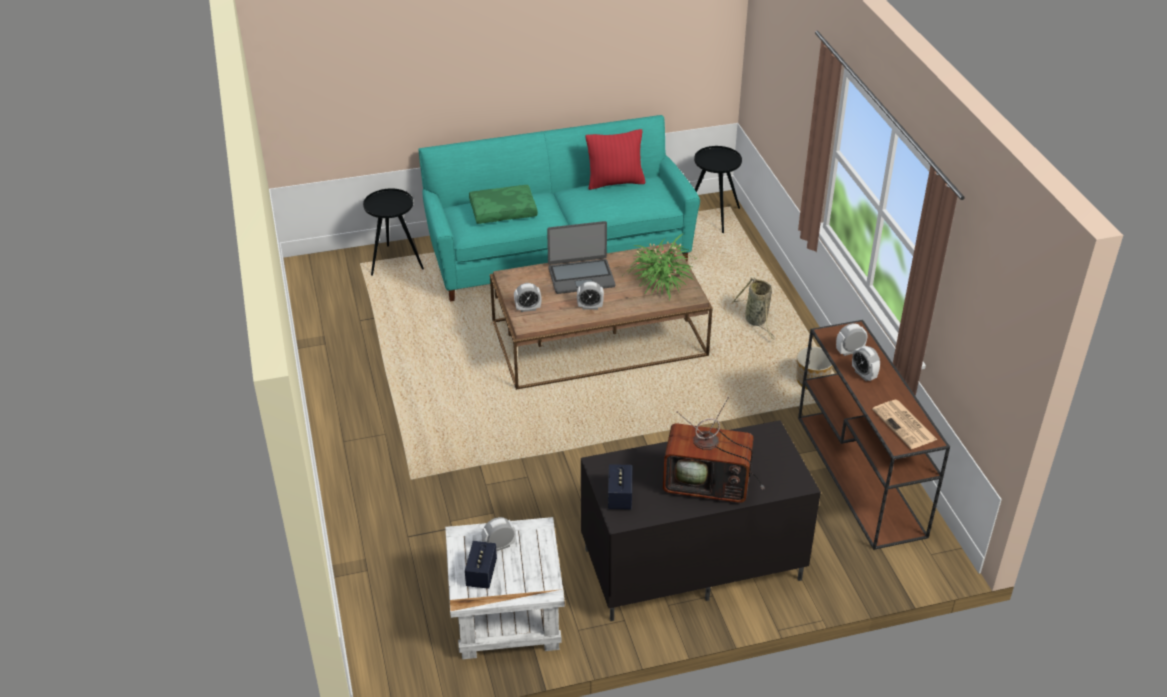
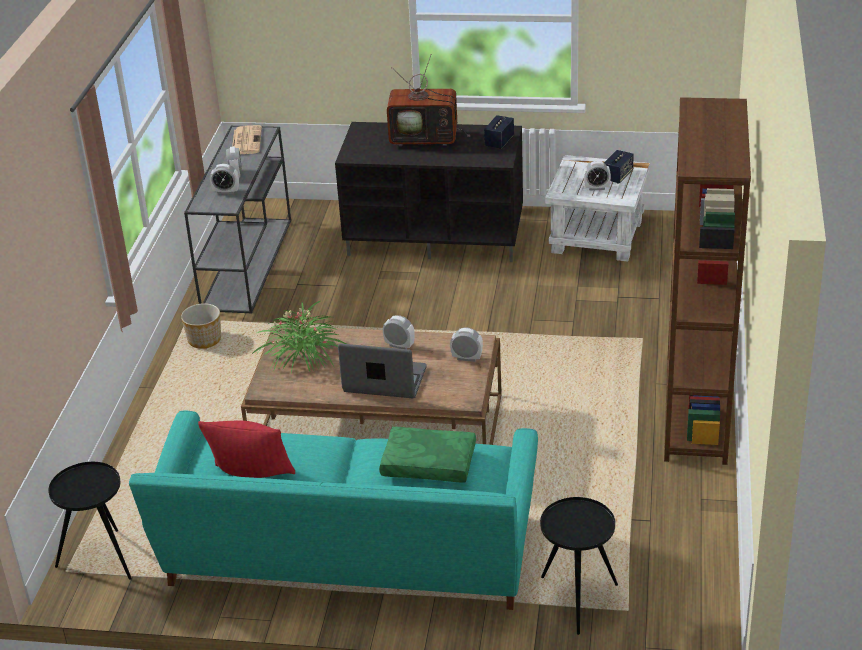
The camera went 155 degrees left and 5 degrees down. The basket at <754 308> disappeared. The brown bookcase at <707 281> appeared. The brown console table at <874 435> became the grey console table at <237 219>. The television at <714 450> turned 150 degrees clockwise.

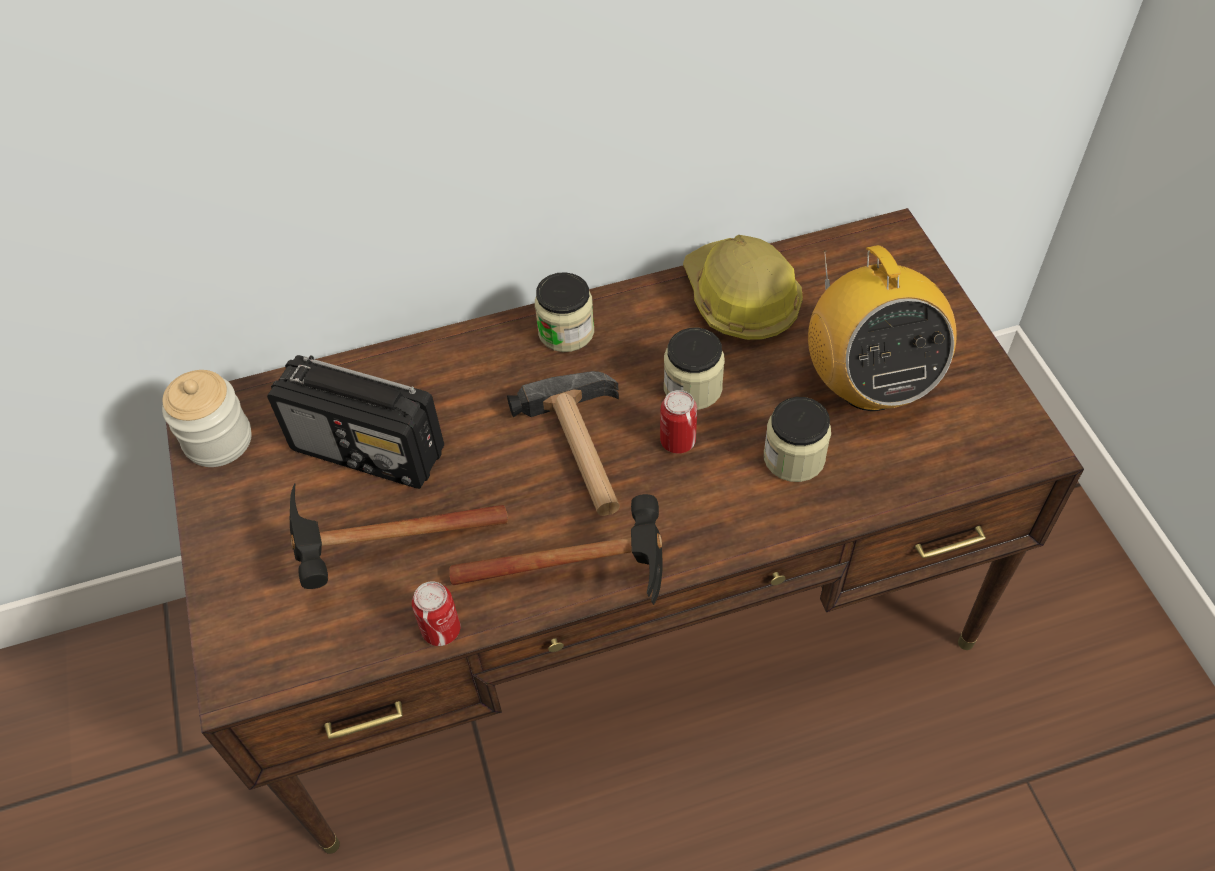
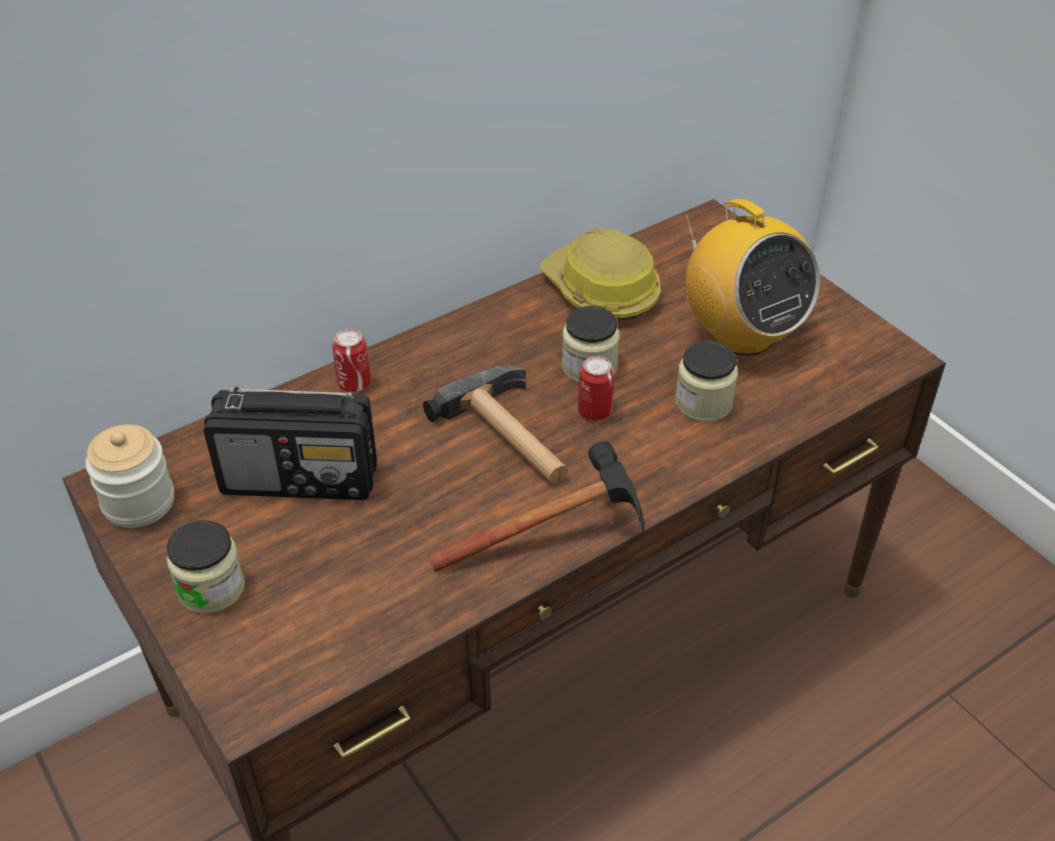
The camera went 20 degrees left and 10 degrees down. The hammer at <399 536> disappeared. The can moved from <436 613> to <351 360>. The jar moved from <564 312> to <205 567>.

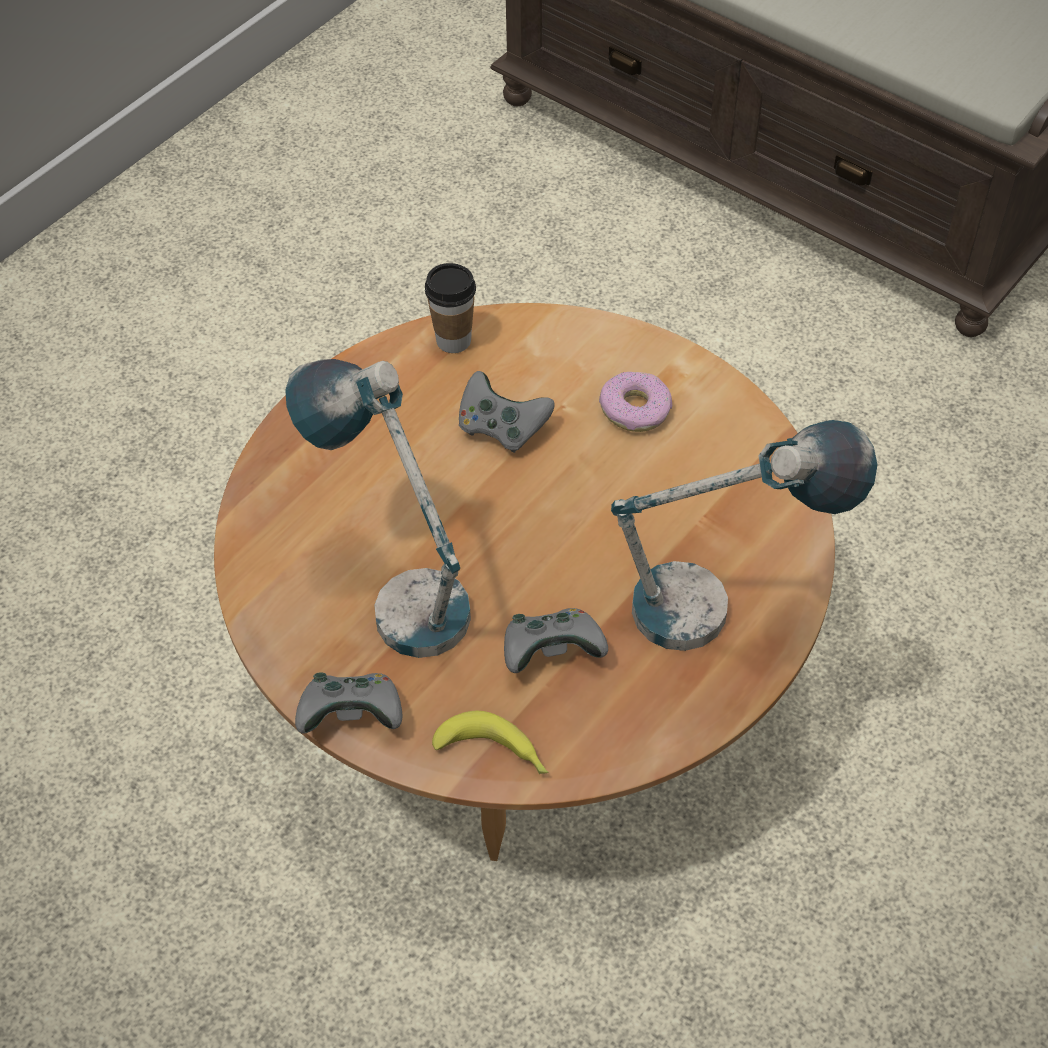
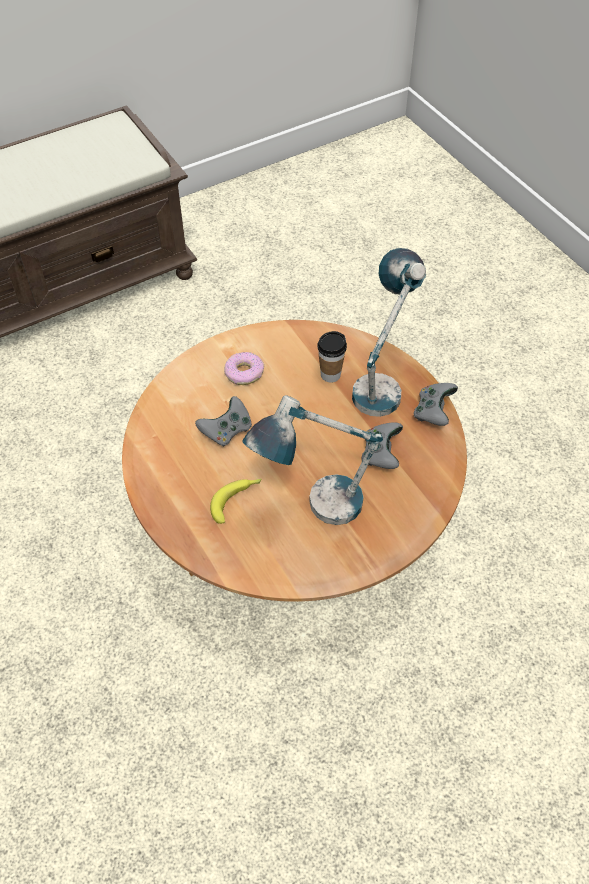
The camera went 70 degrees left and 0 degrees up. The grey game controller moved from <349 703> to <436 404>. The cup moved from <450 308> to <332 357>. The banana moved from <490 742> to <235 501>.

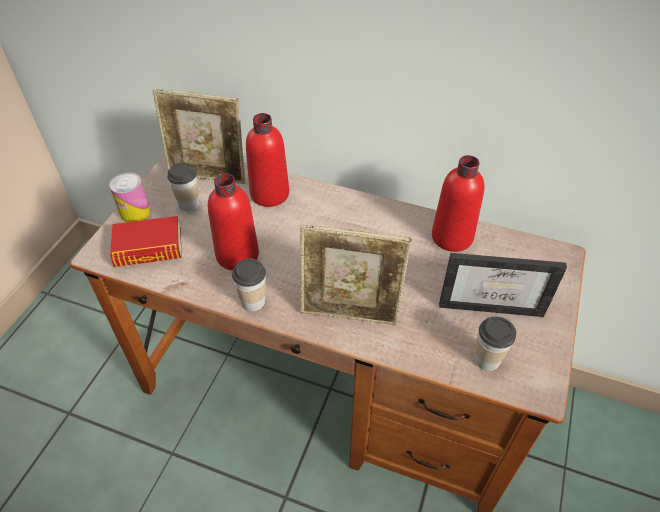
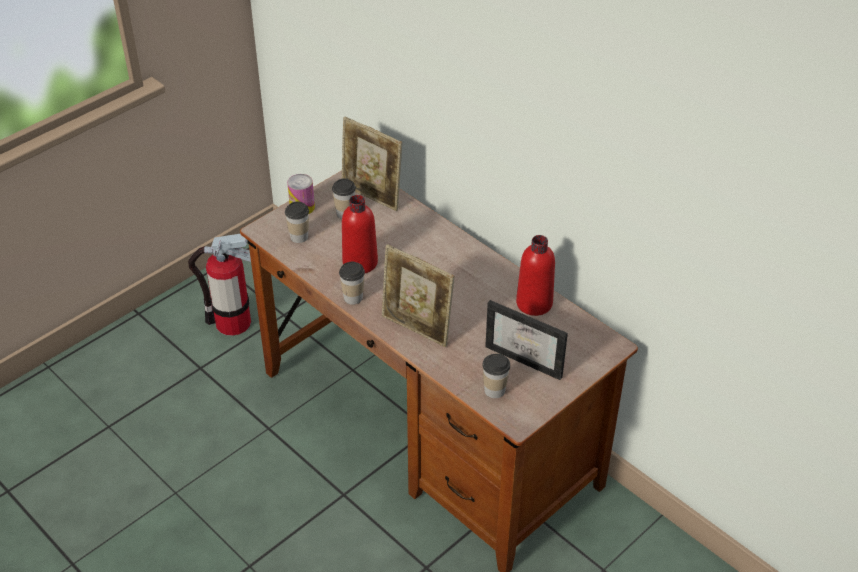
The camera went 25 degrees right and 5 degrees down. The red bottle at <267 160> disappeared. The fire extinguisher at <219 285> appeared. The book at <146 241> was replaced by the cup at <297 222>.

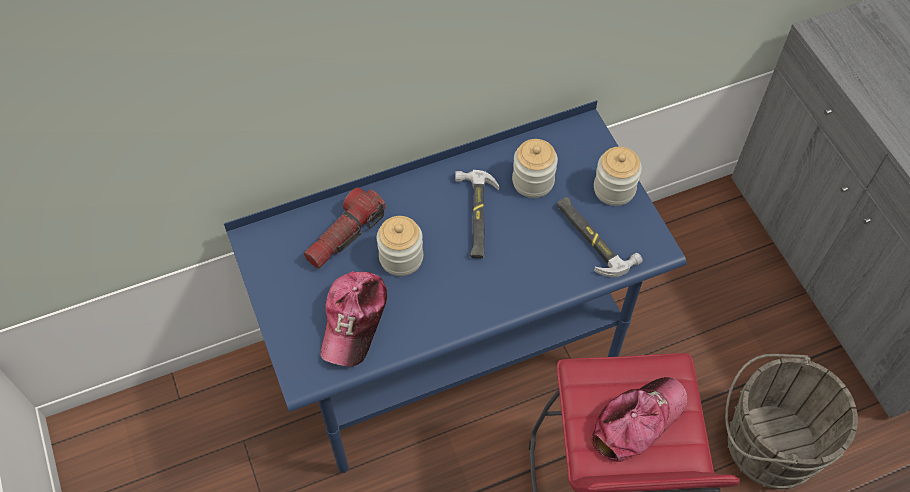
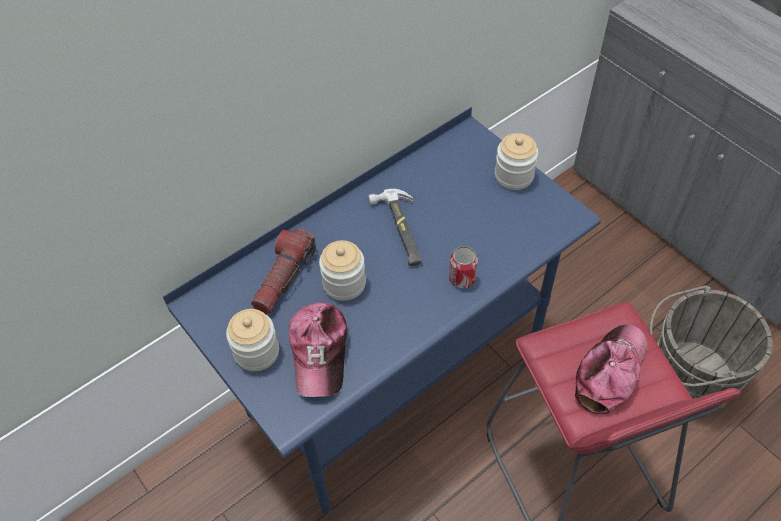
The camera went 15 degrees left and 5 degrees down. The hammer at <600 237> disappeared. The can at <463 267> appeared. The jar moved from <535 168> to <252 340>.

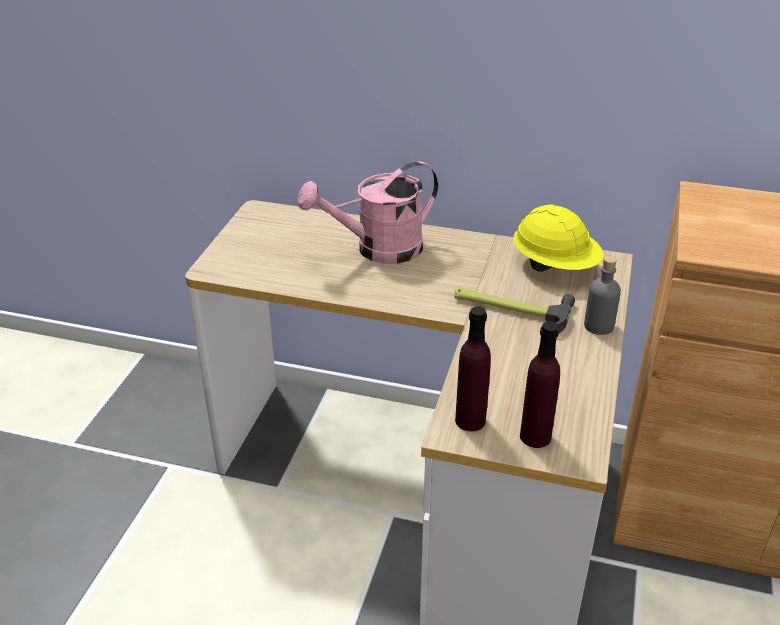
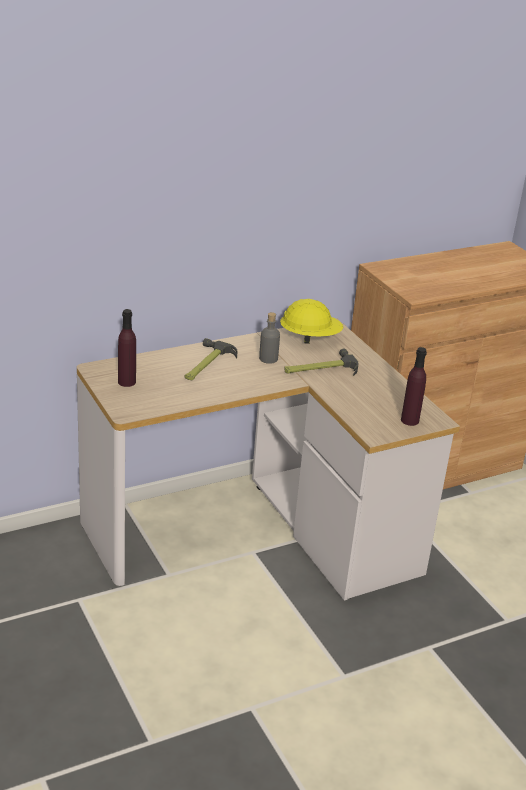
The camera went 45 degrees left and 5 degrees down. The purple bottle moved from <473 368> to <127 348>. The grey bottle moved from <602 295> to <269 338>. The pink watering can at <368 213> was replaced by the hammer at <211 359>.

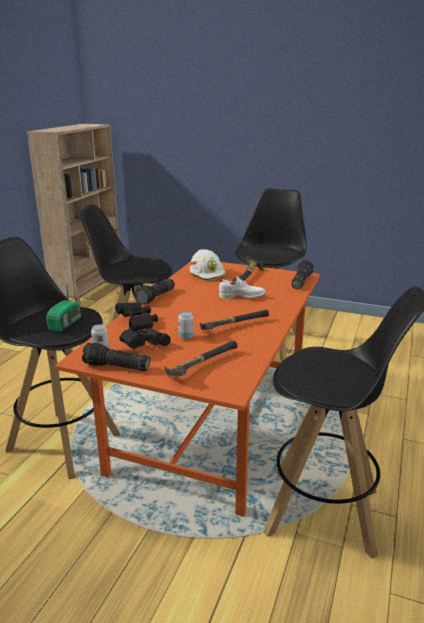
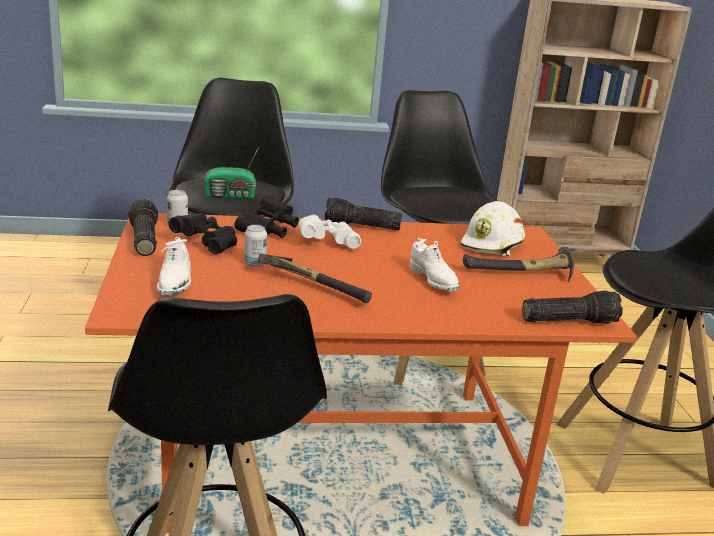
The camera went 60 degrees right and 0 degrees up. The white binoculars at <330 232> appeared. The hammer at <201 358> was replaced by the white shoe at <174 266>.

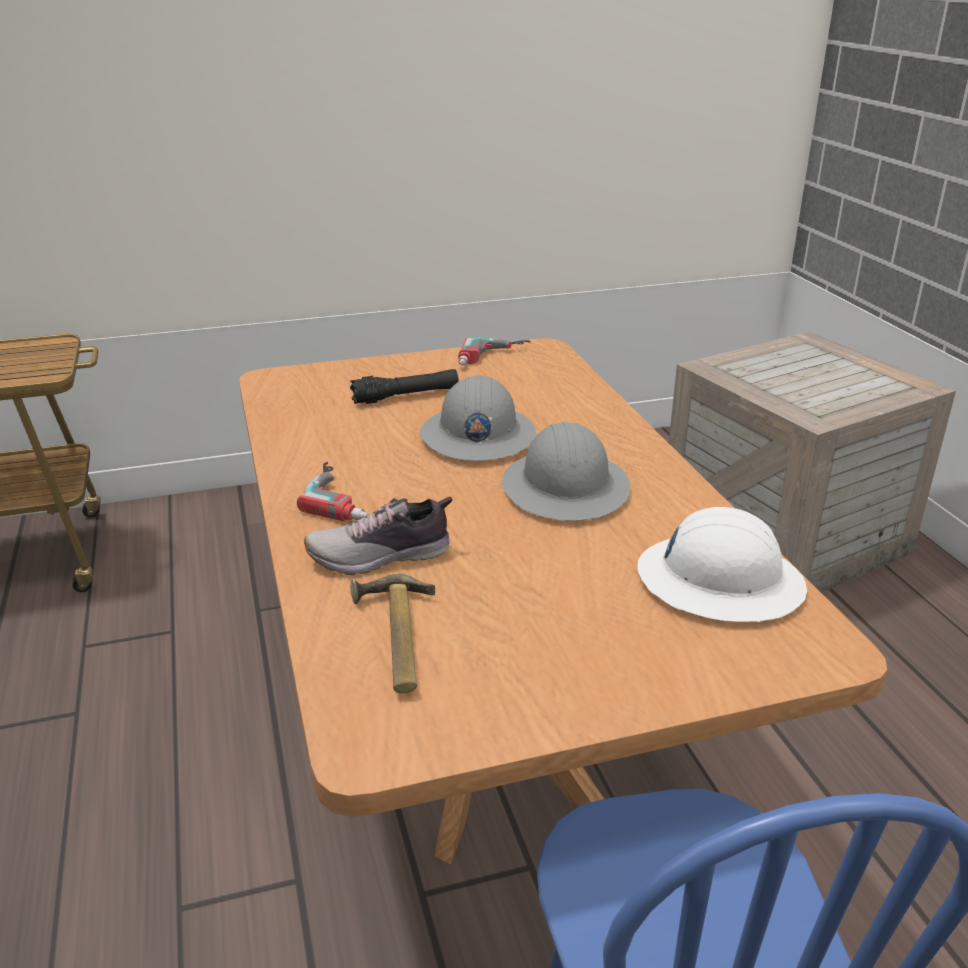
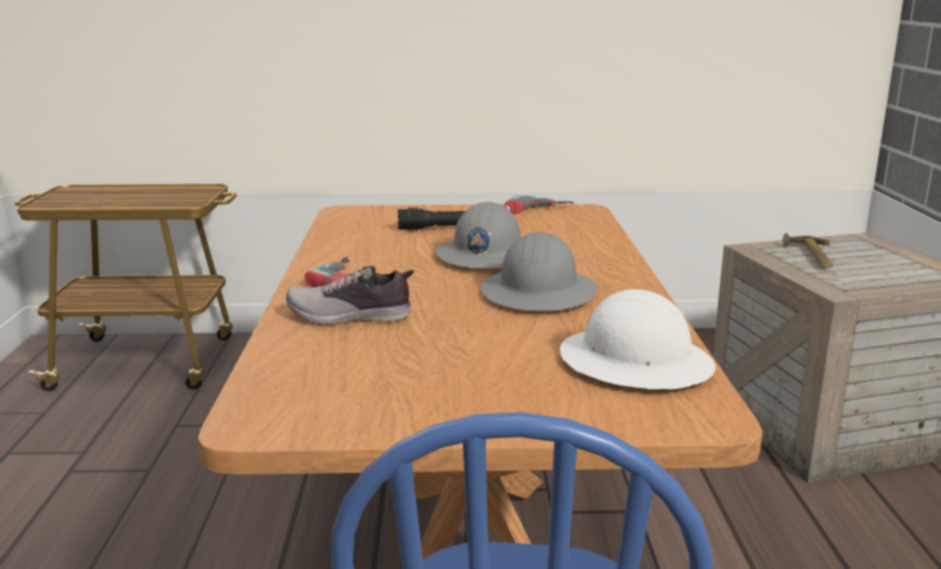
The camera went 15 degrees right and 10 degrees down. The hammer moved from <392 633> to <807 250>.

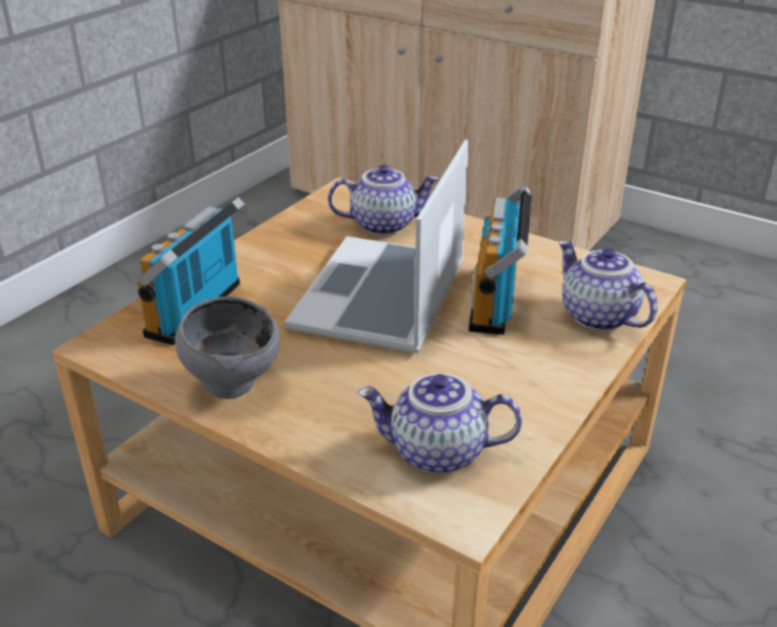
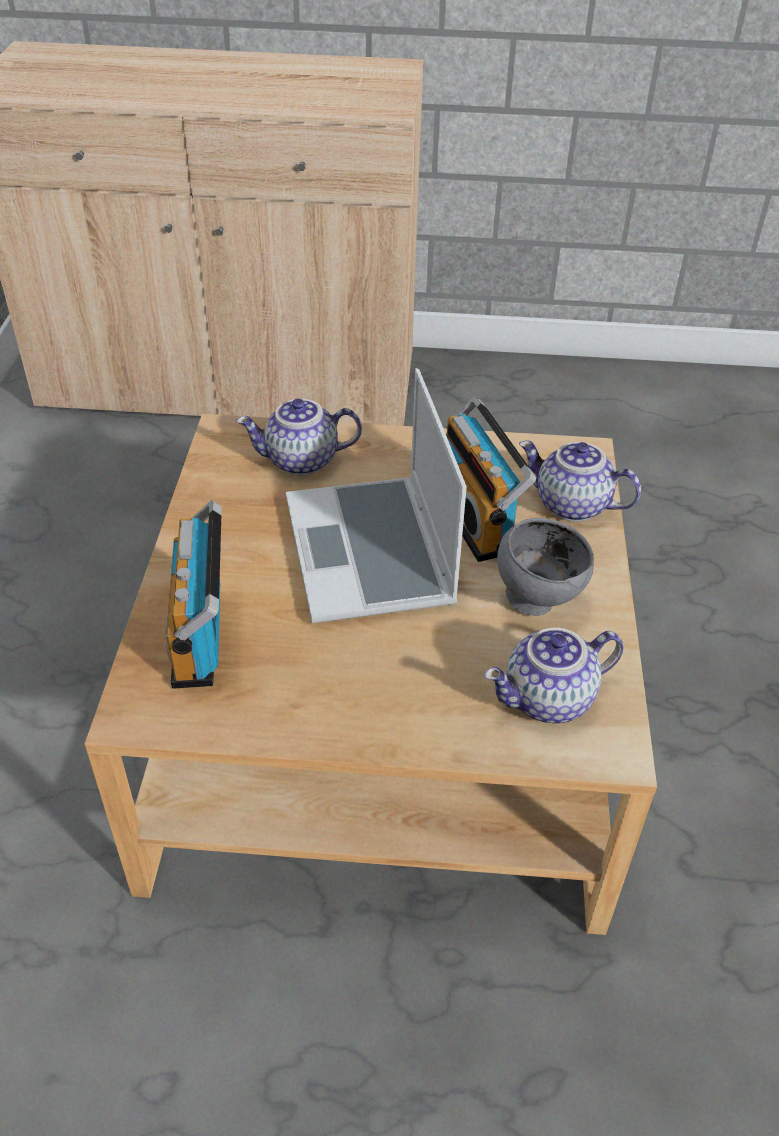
The camera went 30 degrees left and 10 degrees up. The grey bowl moved from <227 347> to <545 567>. The teapot at <383 199> turned 150 degrees counterclockwise.

